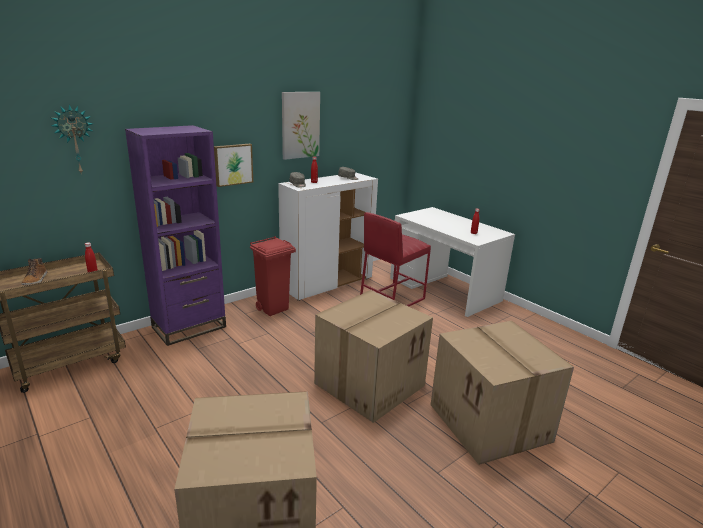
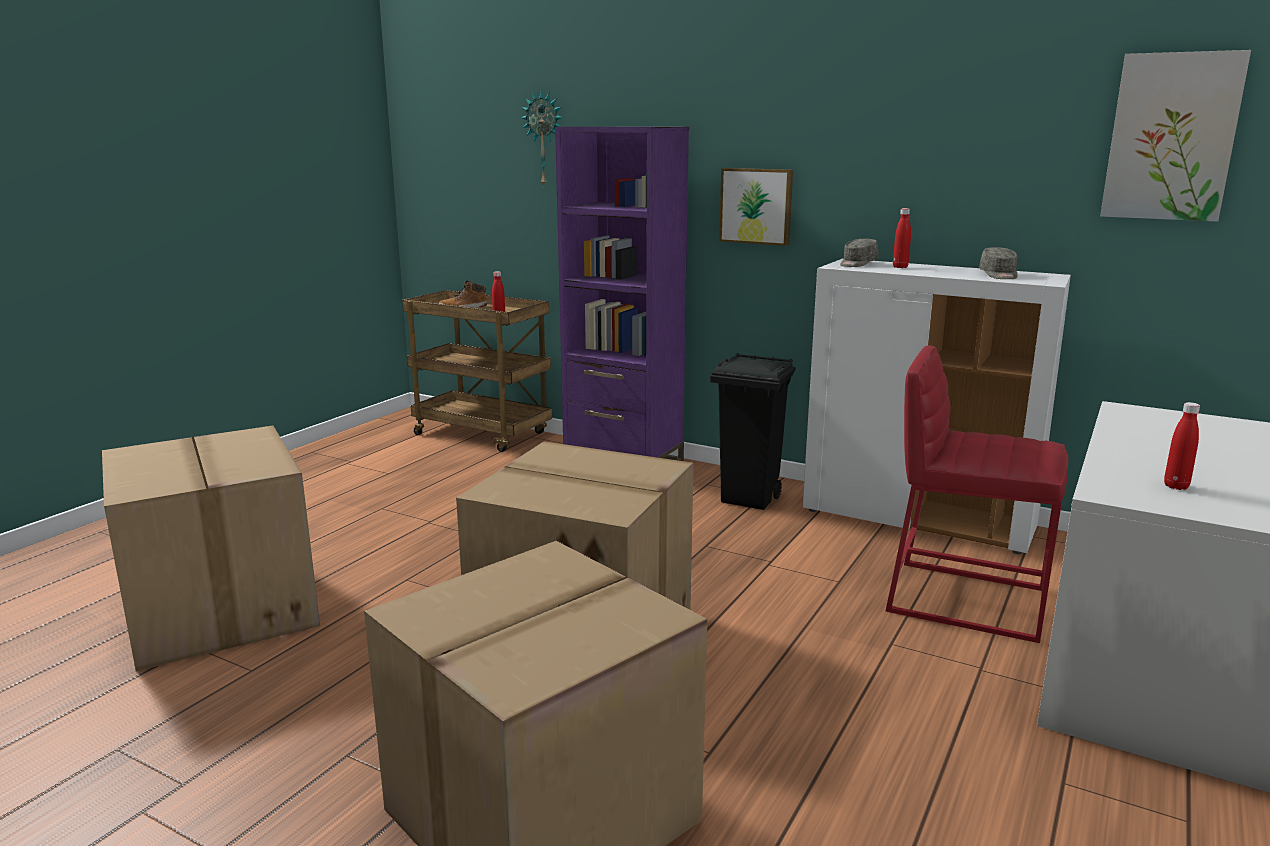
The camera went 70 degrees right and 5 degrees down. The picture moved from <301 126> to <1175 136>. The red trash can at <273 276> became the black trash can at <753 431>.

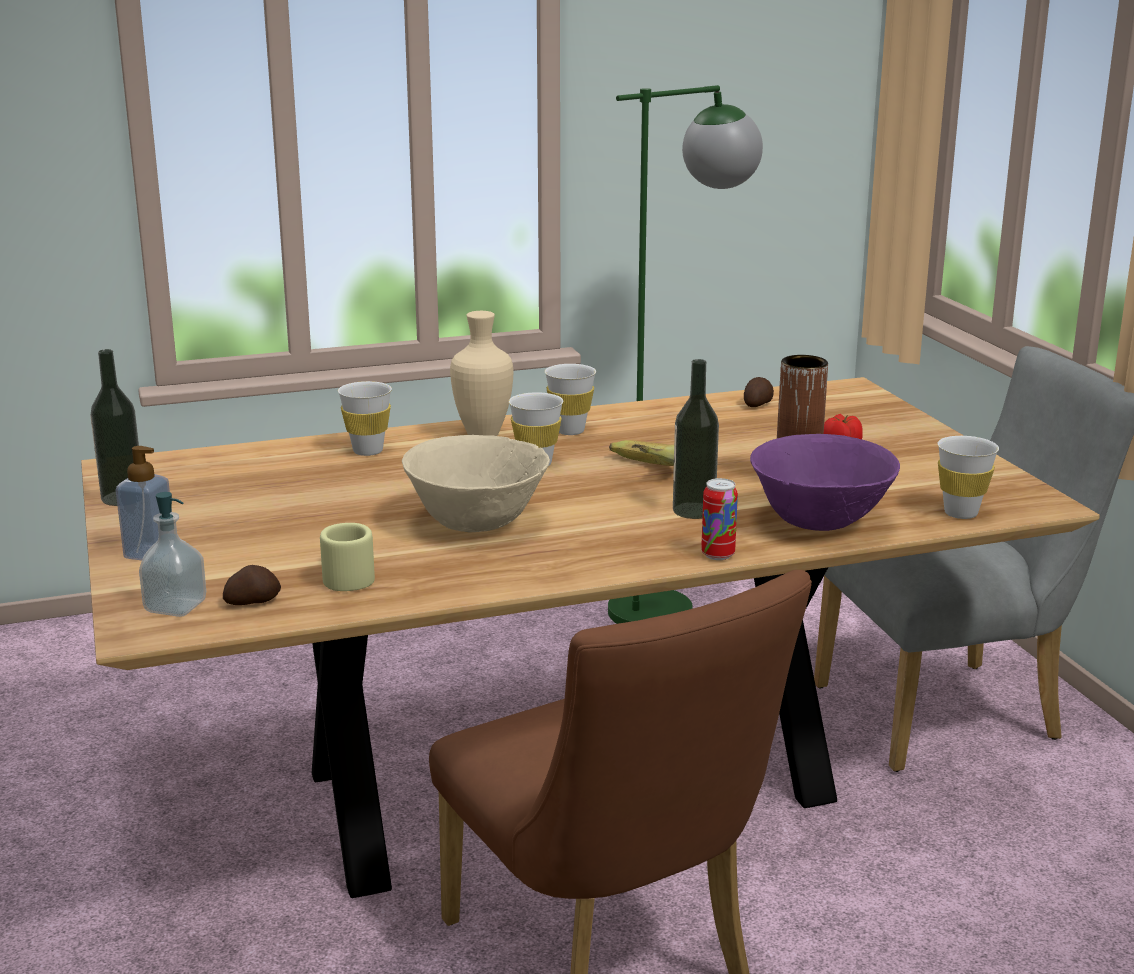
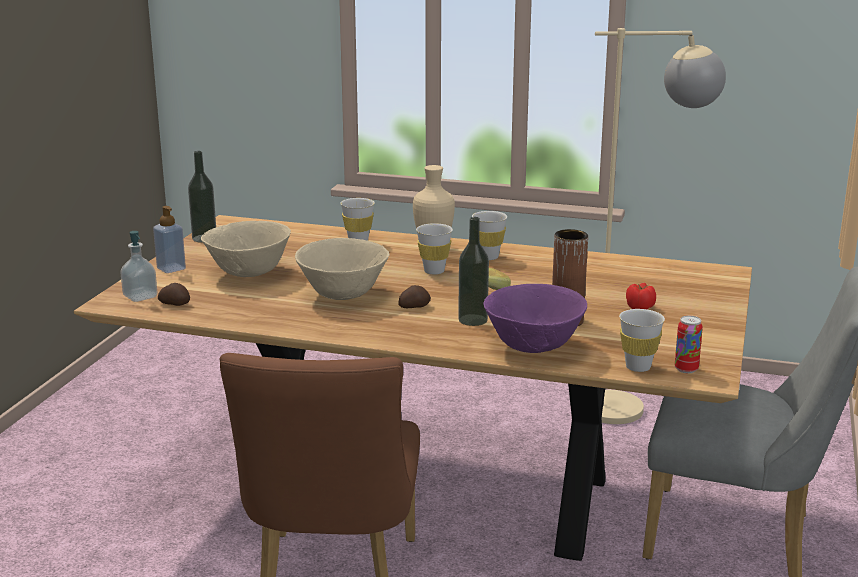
The camera went 35 degrees right and 0 degrees up. The beige mug at <347 557> disappeared. The beige bowl at <246 249> appeared. The can moved from <719 519> to <689 344>. The potato moved from <759 392> to <414 296>. The green floor lamp at <685 354> became the beige floor lamp at <660 226>.

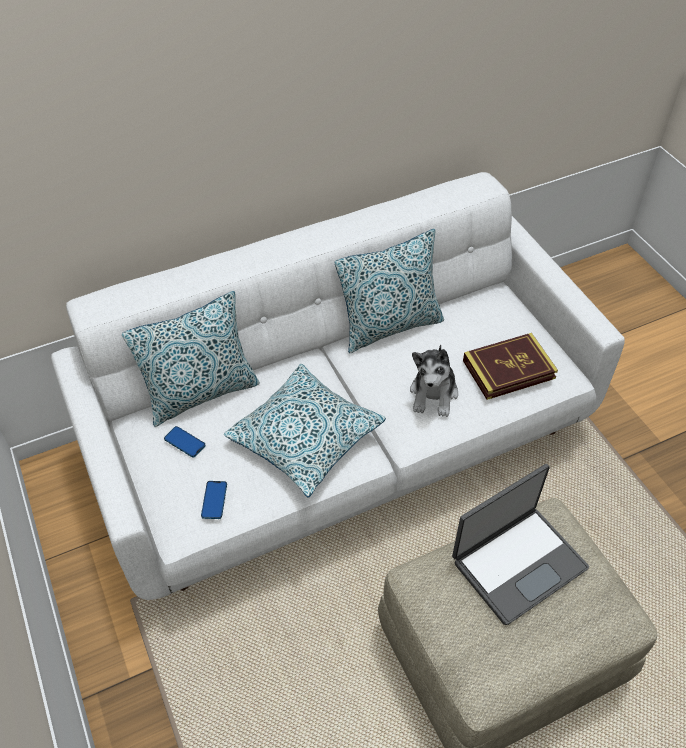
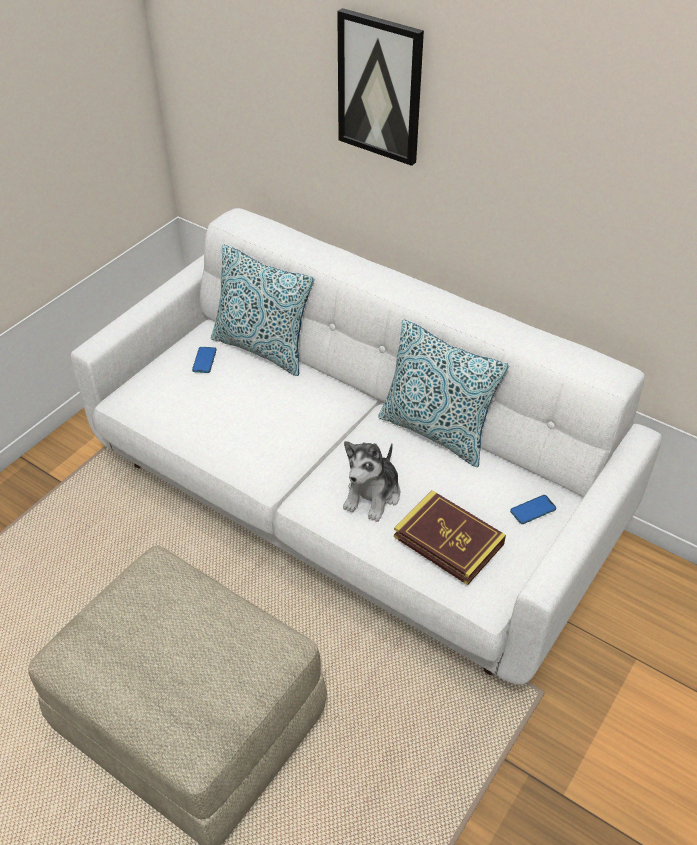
The camera went 60 degrees right and 5 degrees down. The pillow at <305 431> disappeared. The laptop at <520 544> disappeared. The picture at <380 87> appeared. The phone moved from <214 500> to <533 509>. The plush toy at <434 380> turned 45 degrees counterclockwise.

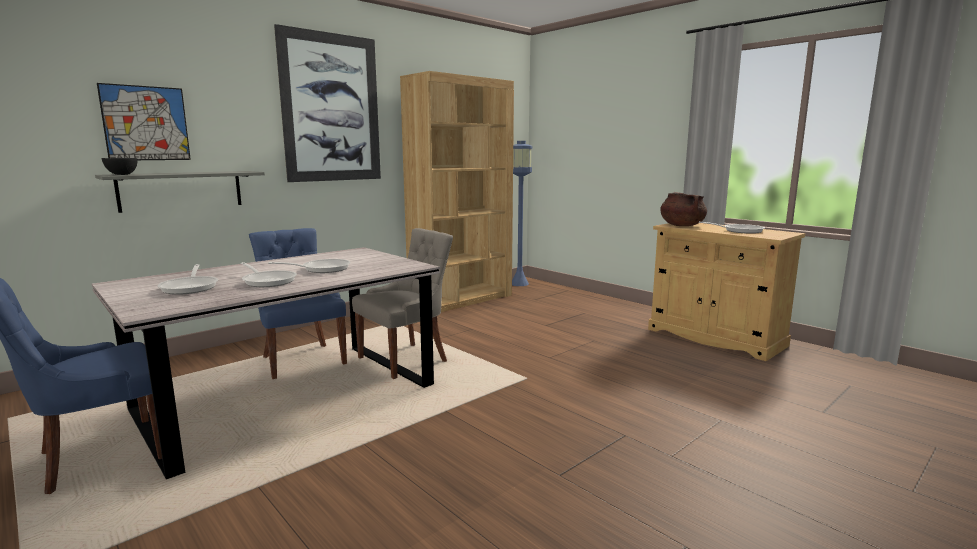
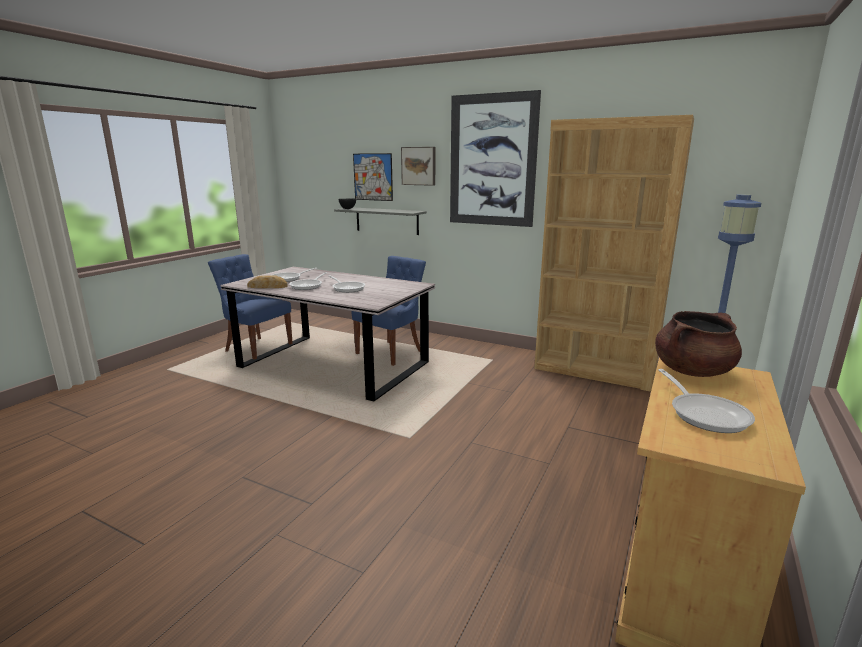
The camera went 70 degrees right and 5 degrees up. The grey chair at <402 303> disappeared. The bread at <267 281> appeared. The picture at <418 166> appeared.

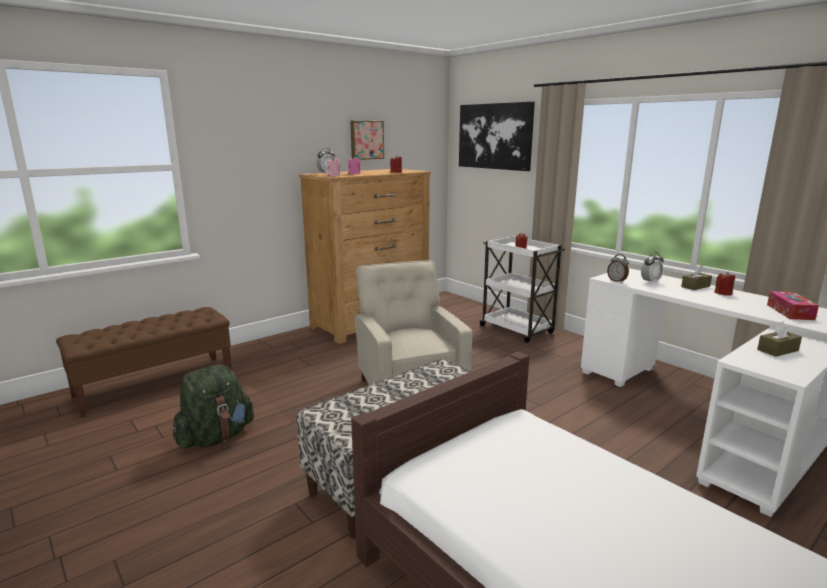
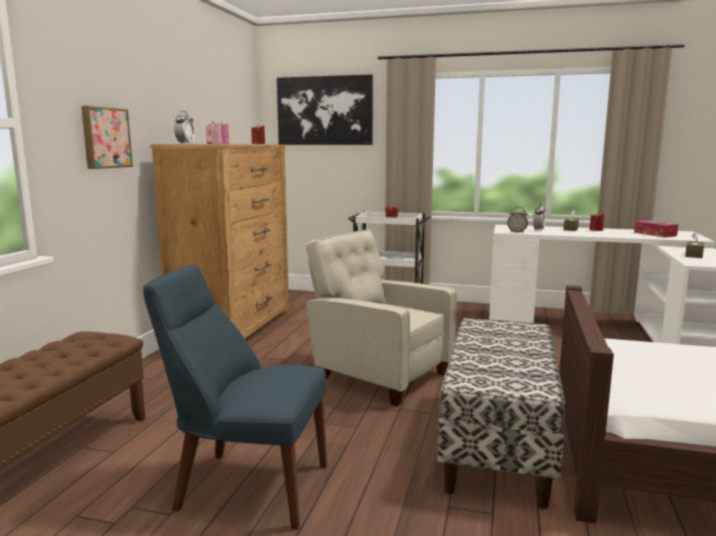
The camera went 35 degrees left and 5 degrees down. The picture moved from <367 140> to <107 137>. The green backpack at <213 406> was replaced by the blue chair at <235 397>.

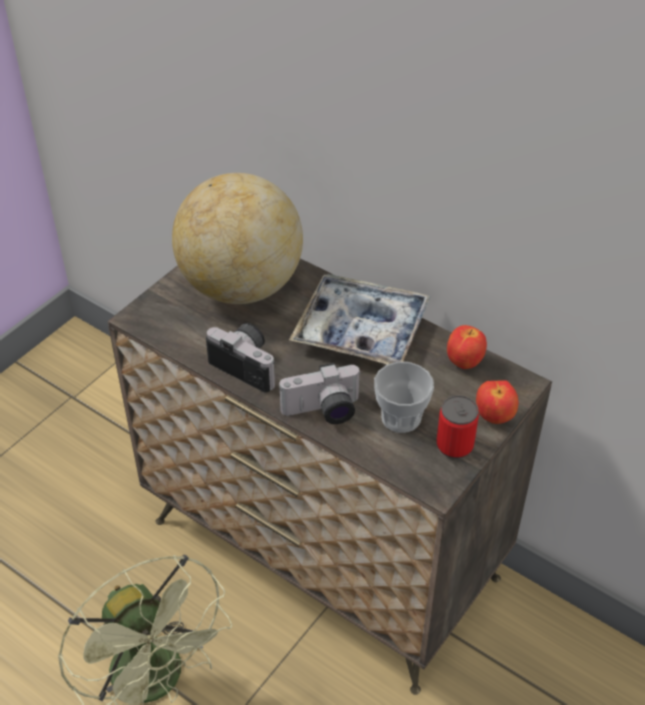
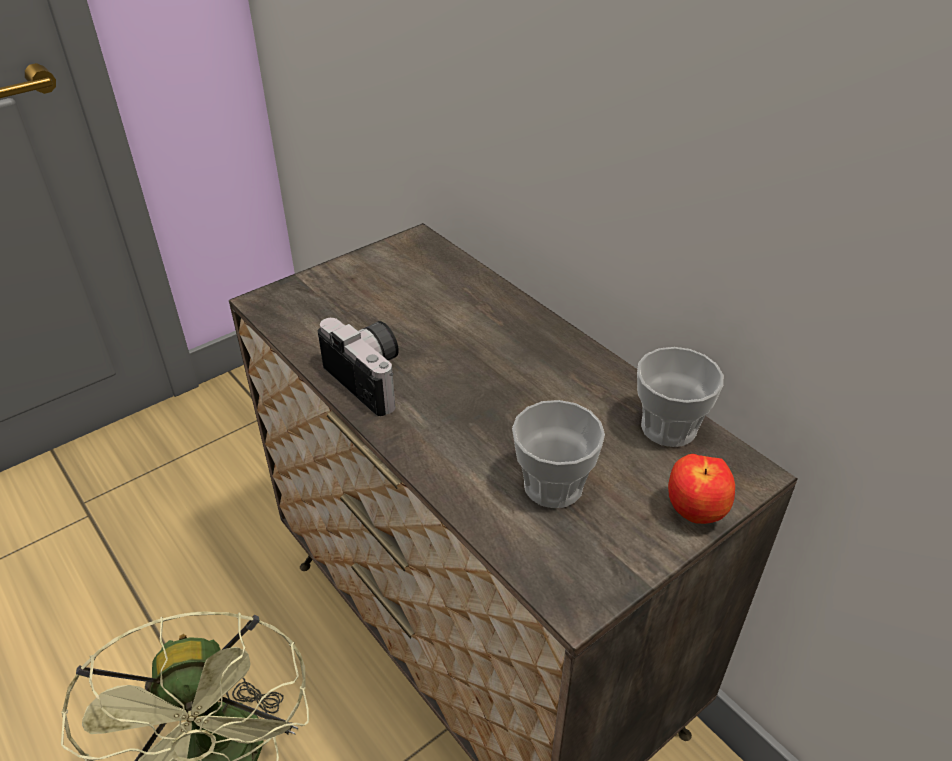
The camera went 15 degrees right and 5 degrees down. The globe at <237 238> disappeared. The photo camera at <320 393> disappeared. The tray at <359 319> disappeared. The can at <457 427> disappeared. The apple at <467 347> was replaced by the cup at <680 397>.

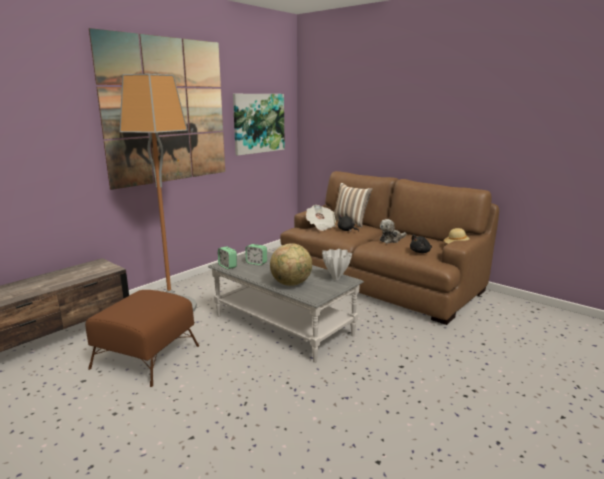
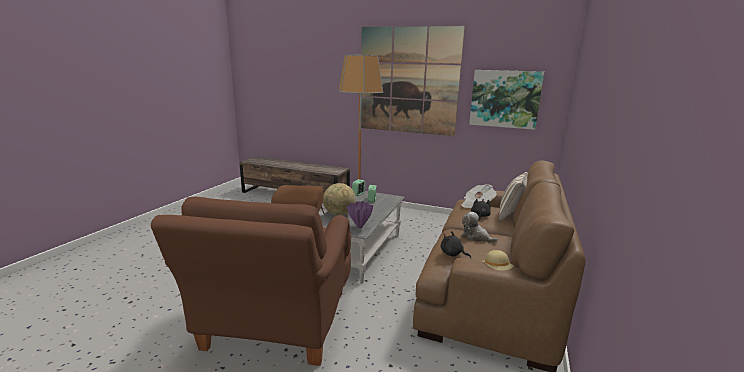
The camera went 70 degrees right and 0 degrees up. The brown armchair at <251 281> appeared. The white vase at <337 264> became the purple vase at <360 214>.

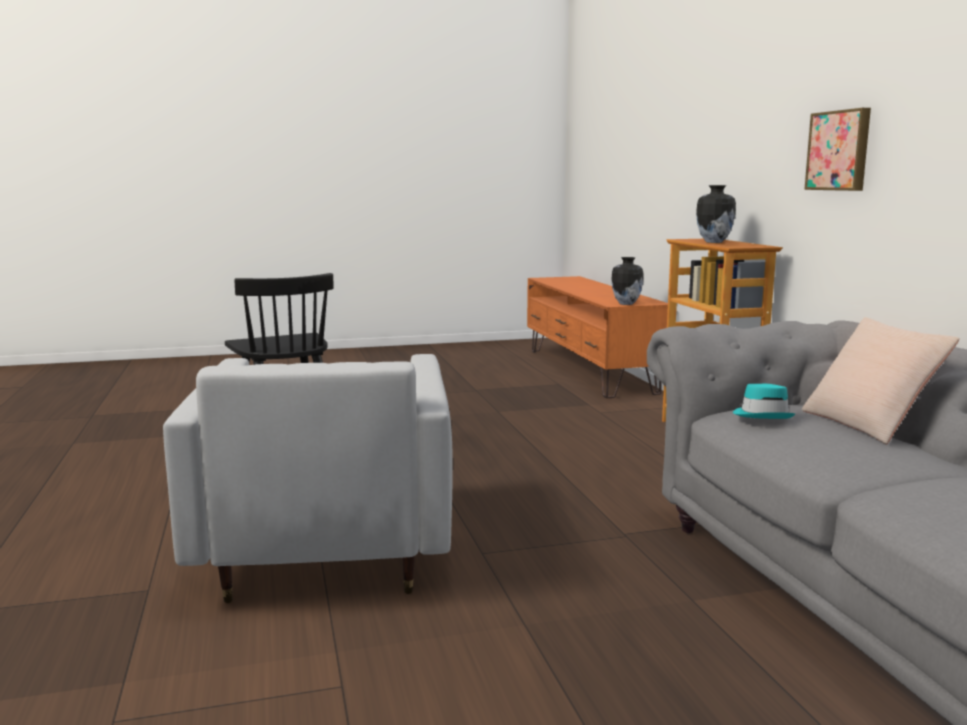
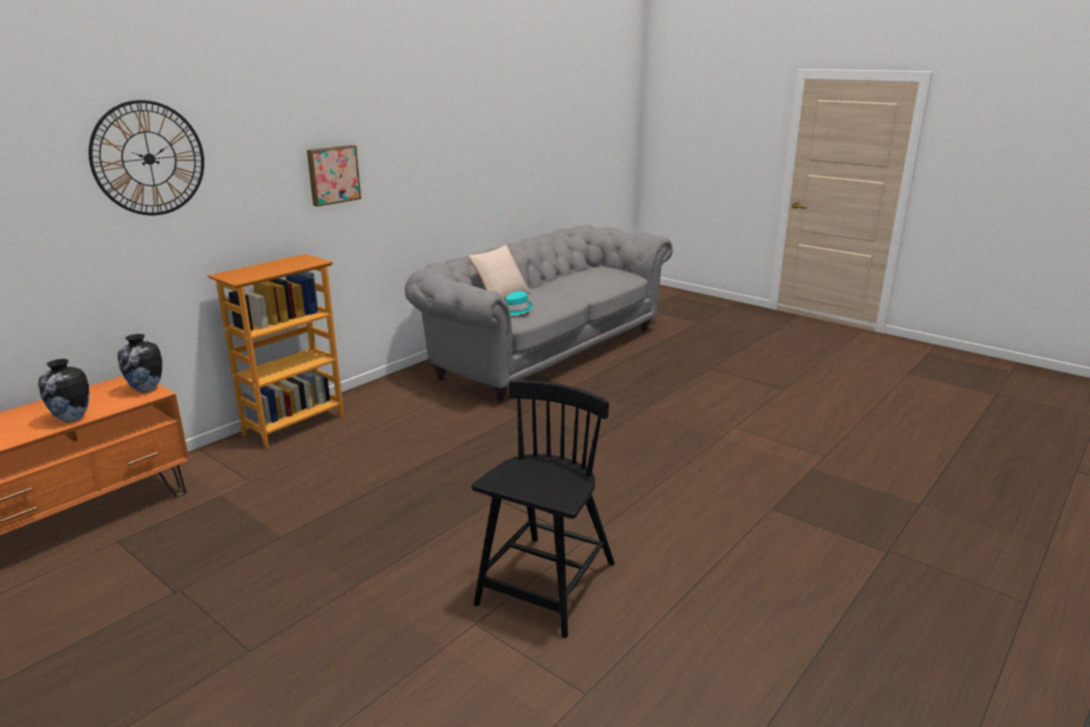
The camera went 125 degrees left and 10 degrees up. The white armchair at <308 478> disappeared. The wall clock at <146 157> appeared. The vase moved from <716 214> to <63 390>.

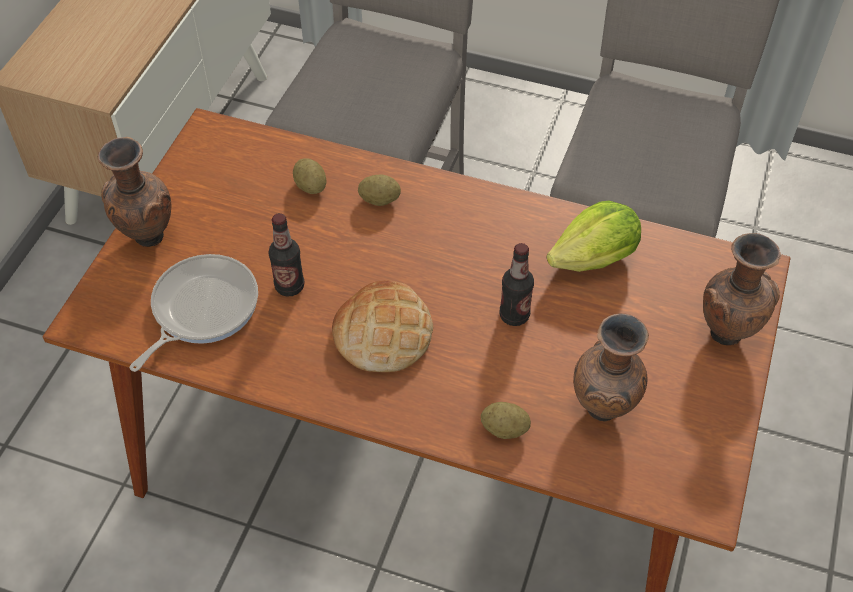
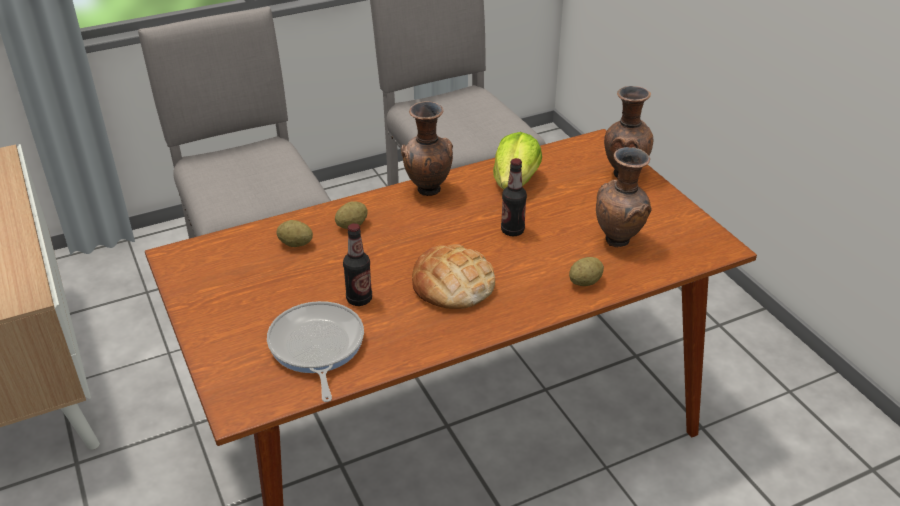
The camera went 45 degrees left and 15 degrees down. The brown vase moved from <134 192> to <427 148>.

